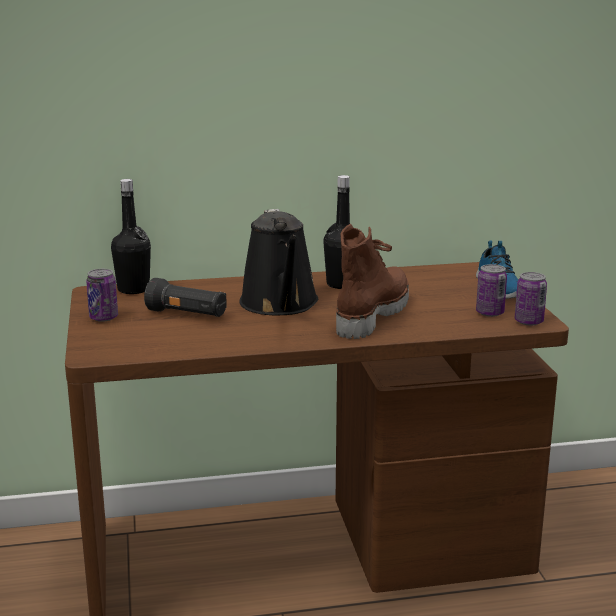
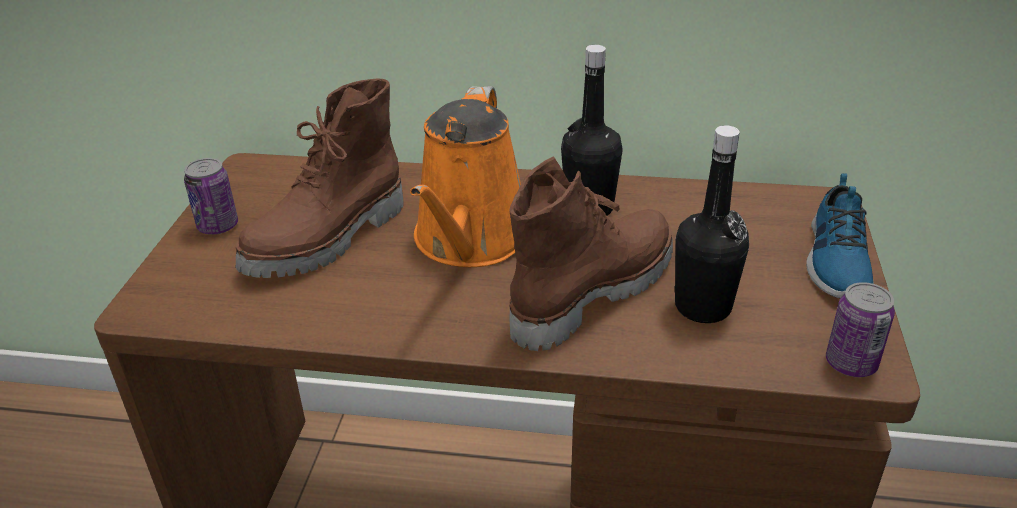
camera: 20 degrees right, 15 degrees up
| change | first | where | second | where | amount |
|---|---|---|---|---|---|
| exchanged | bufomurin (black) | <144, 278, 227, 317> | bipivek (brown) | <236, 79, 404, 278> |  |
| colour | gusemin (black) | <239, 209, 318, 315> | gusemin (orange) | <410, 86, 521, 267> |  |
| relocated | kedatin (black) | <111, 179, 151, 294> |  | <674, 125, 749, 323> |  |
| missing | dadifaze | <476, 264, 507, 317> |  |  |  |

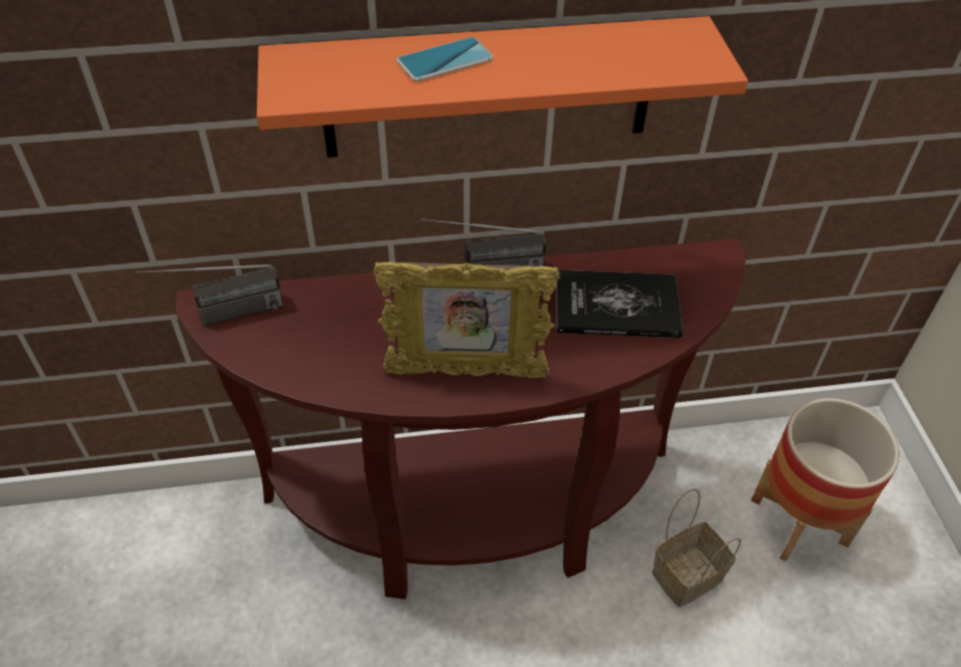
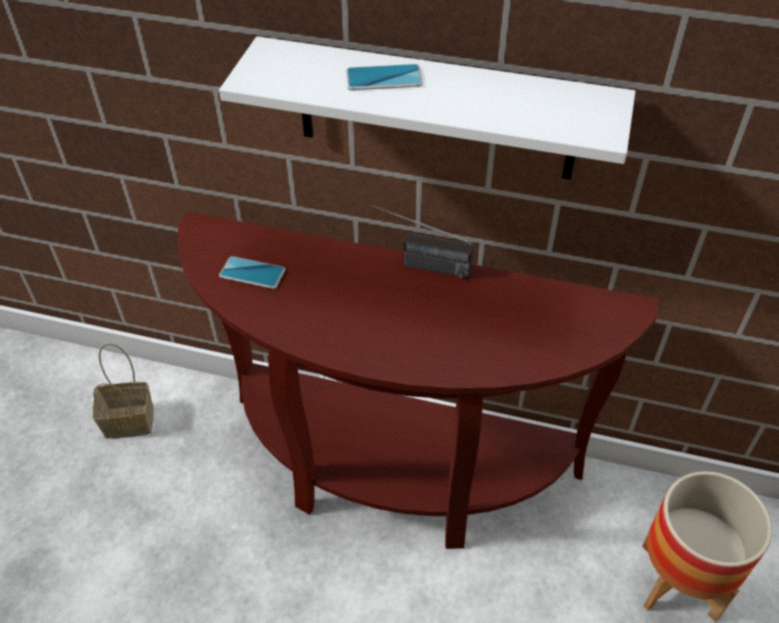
camera: 25 degrees right, 0 degrees up
| change | first | where | second | where | amount |
|---|---|---|---|---|---|
| relocated | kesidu | <652, 489, 741, 607> |  | <93, 343, 154, 438> |  |
| colour | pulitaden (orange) | <257, 16, 748, 158> | pulitaden (white) | <219, 36, 635, 180> |  |
| appeared |  |  | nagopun | <219, 256, 285, 289> |  |
| missing | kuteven | <136, 264, 284, 326> |  |  |  |
| missing | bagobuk | <373, 262, 560, 378> |  |  |  |
| missing | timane | <556, 270, 683, 338> |  |  |  |

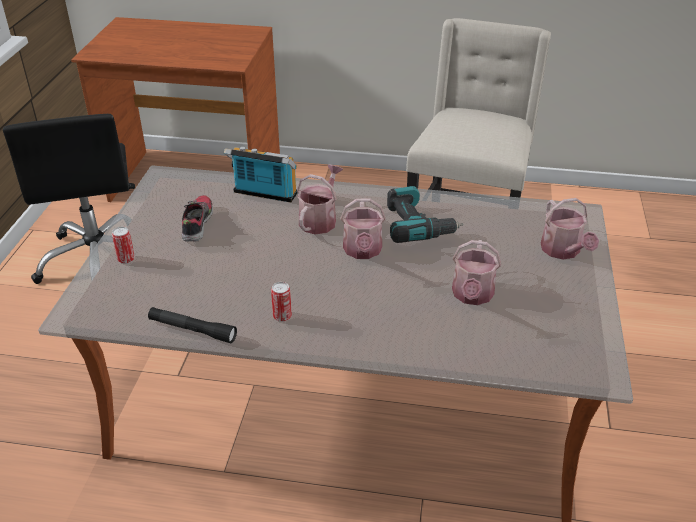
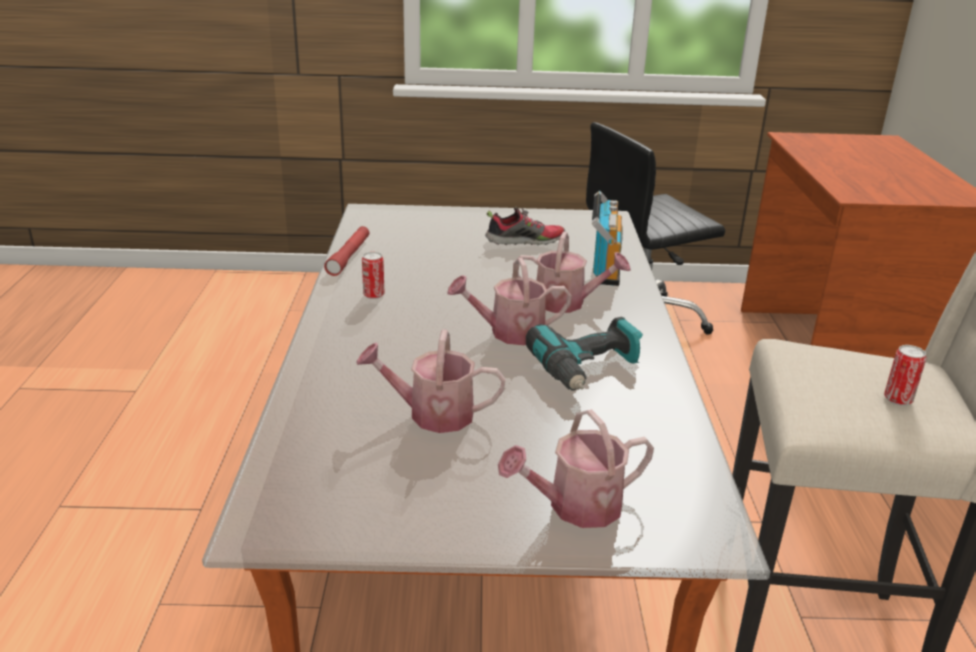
camera: 80 degrees right, 10 degrees down
| change | first | where | second | where | amount |
|---|---|---|---|---|---|
| colour | bufomurin (black) | <148, 307, 237, 343> | bufomurin (red) | <324, 226, 369, 276> |  |
| relocated | dadifaze | <112, 227, 135, 264> |  | <884, 345, 926, 406> |  |

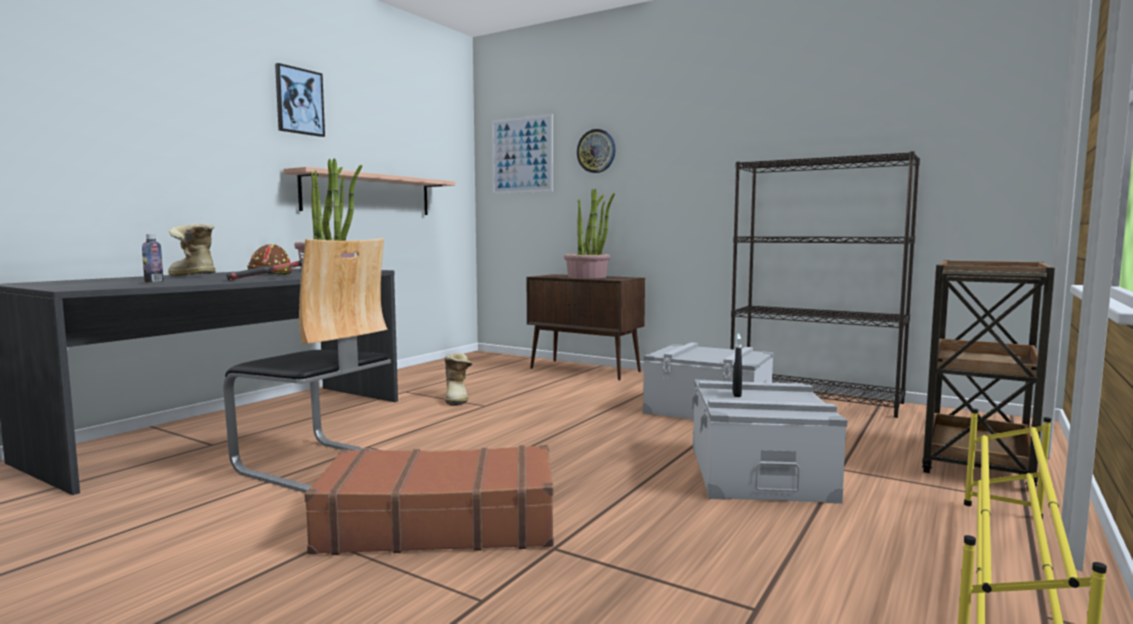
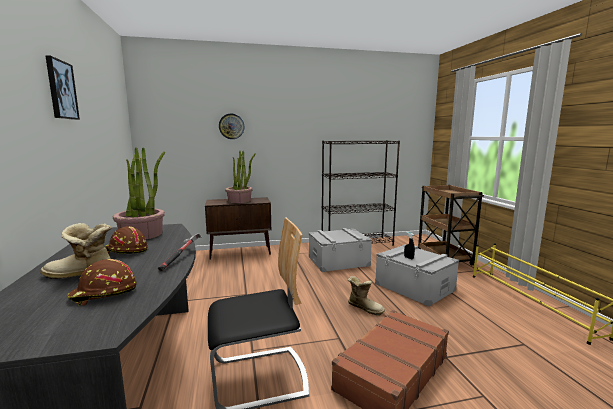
camera: 45 degrees left, 5 degrees up
| change | first | where | second | where | amount |
|---|---|---|---|---|---|
| exchanged | kedatin | <142, 234, 164, 283> | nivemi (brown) | <67, 259, 137, 306> |  |
| relocated | bipivek | <444, 353, 473, 406> |  | <348, 276, 385, 315> |  |
| missing | pulitaden | <284, 167, 455, 215> |  |  |  |
| missing | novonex | <492, 114, 553, 194> |  |  |  |

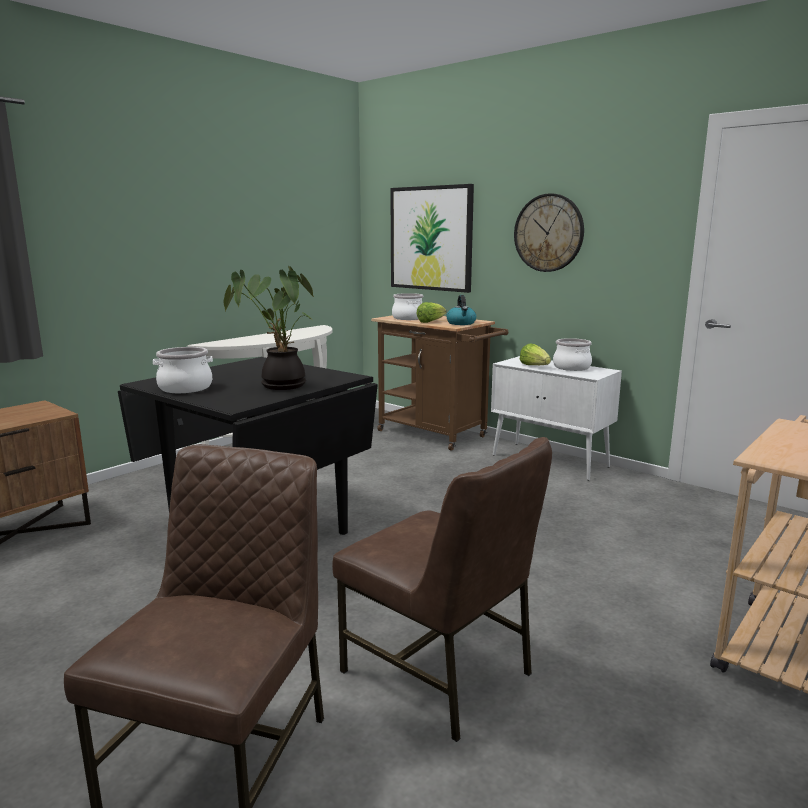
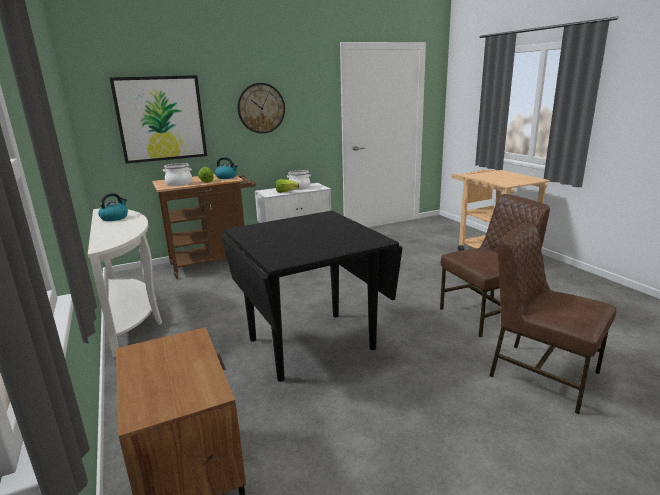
camera: 65 degrees left, 5 degrees up
| change | first | where | second | where | amount |
|---|---|---|---|---|---|
| appeared |  |  | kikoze | <98, 193, 128, 221> |  |
| missing | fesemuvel | <153, 347, 213, 393> |  |  |  |
| missing | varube | <224, 265, 314, 390> |  |  |  |

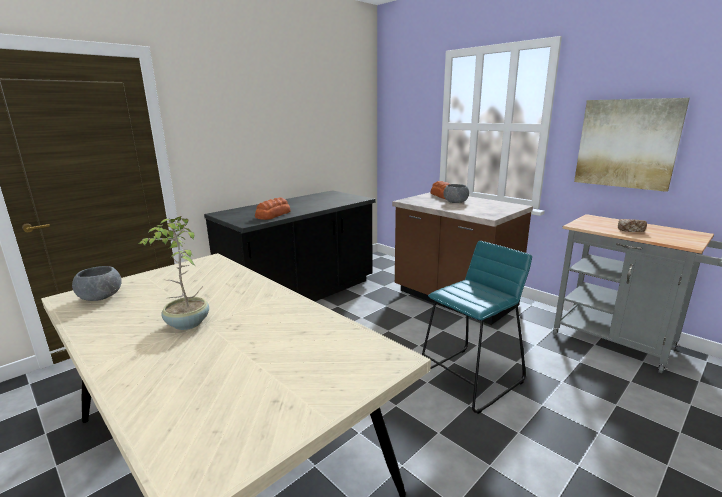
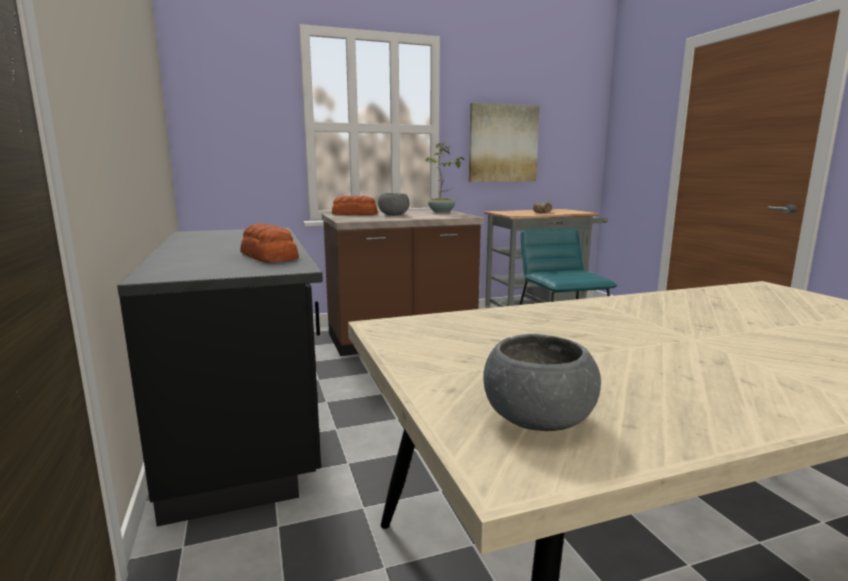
camera: 65 degrees left, 5 degrees down
| change | first | where | second | where | amount |
|---|---|---|---|---|---|
| relocated | varube | <139, 216, 209, 330> |  | <425, 142, 464, 213> |  |

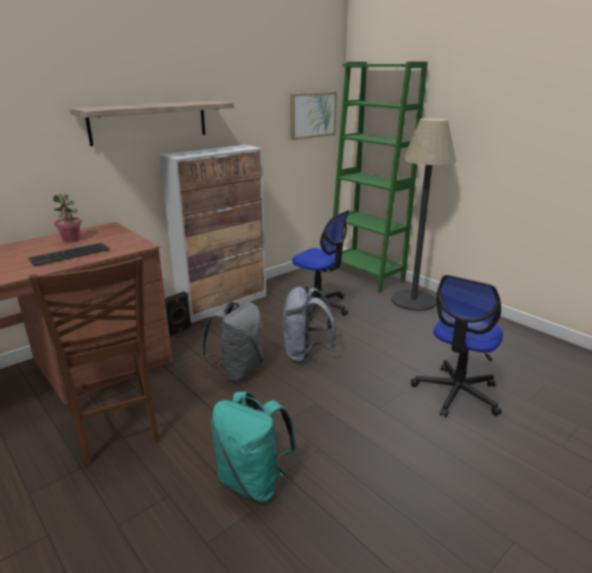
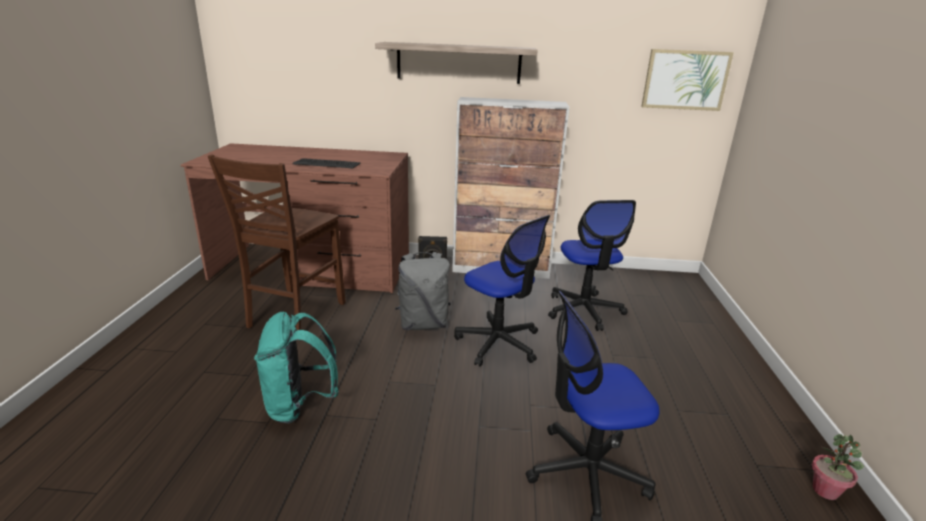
camera: 45 degrees right, 0 degrees up
| change | first | where | second | where | amount |
|---|---|---|---|---|---|
| exchanged | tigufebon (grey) | <283, 287, 336, 363> | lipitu | <454, 215, 550, 367> |  |
| relocated | varube | <53, 194, 82, 242> |  | <812, 434, 864, 500> |  |
| missing | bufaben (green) | <328, 62, 428, 293> |  |  |  |
| missing | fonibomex | <391, 118, 456, 311> |  |  |  |

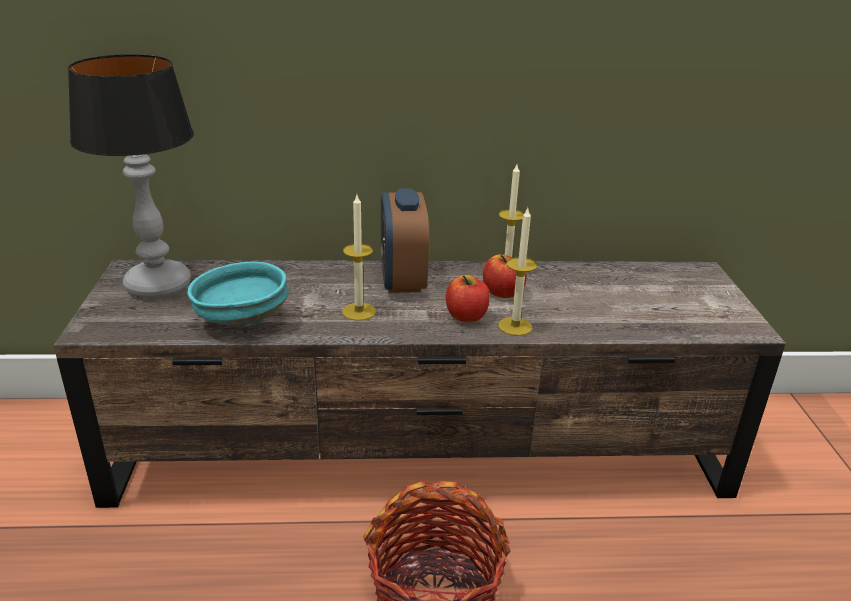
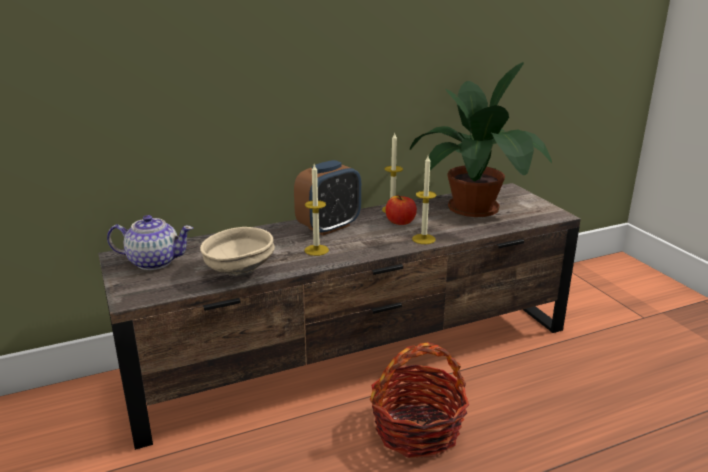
camera: 20 degrees left, 5 degrees down
| change | first | where | second | where | amount |
|---|---|---|---|---|---|
| exchanged | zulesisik | <67, 54, 194, 299> | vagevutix | <107, 215, 193, 270> |  |
| colour | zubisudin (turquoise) | <187, 262, 289, 329> | zubisudin (beige) | <200, 227, 275, 276> |  |
| spun | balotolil | <381, 188, 429, 293> |  | <294, 160, 361, 235> | 105 degrees counterclockwise |
| appeared |  |  | varube | <409, 62, 552, 217> |  |
| missing | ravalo | <446, 275, 490, 322> |  |  |  |

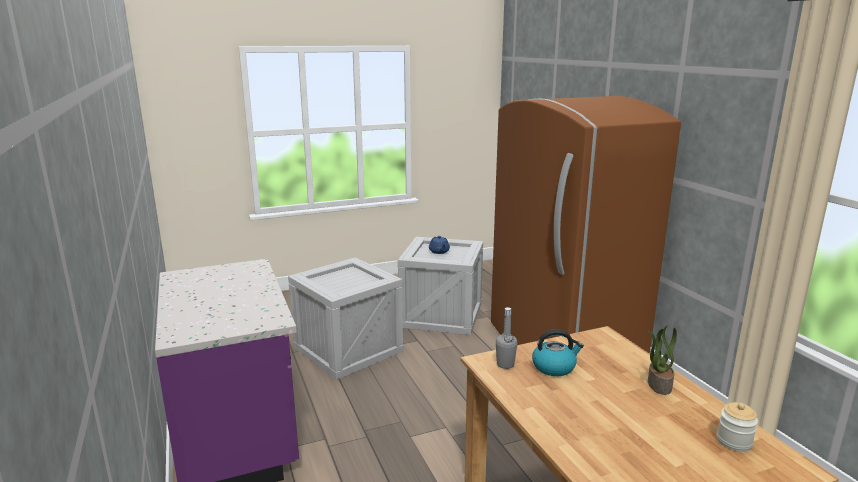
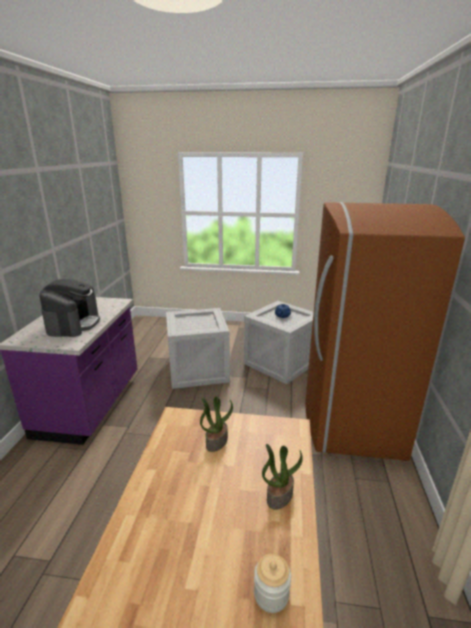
camera: 30 degrees right, 5 degrees up
| change | first | where | second | where | amount |
|---|---|---|---|---|---|
| appeared |  |  | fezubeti | <40, 279, 100, 337> |  |
| exchanged | kikoze | <532, 329, 584, 376> | varube | <200, 396, 233, 452> |  |
| missing | kedatin (grey) | <496, 307, 517, 369> |  |  |  |

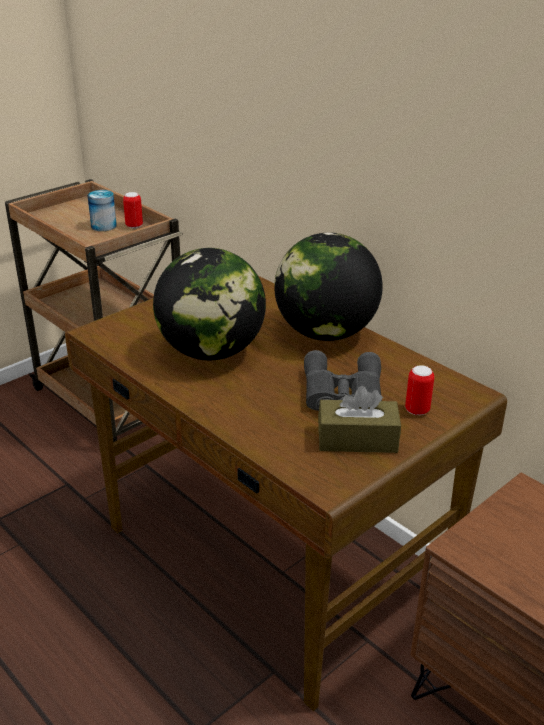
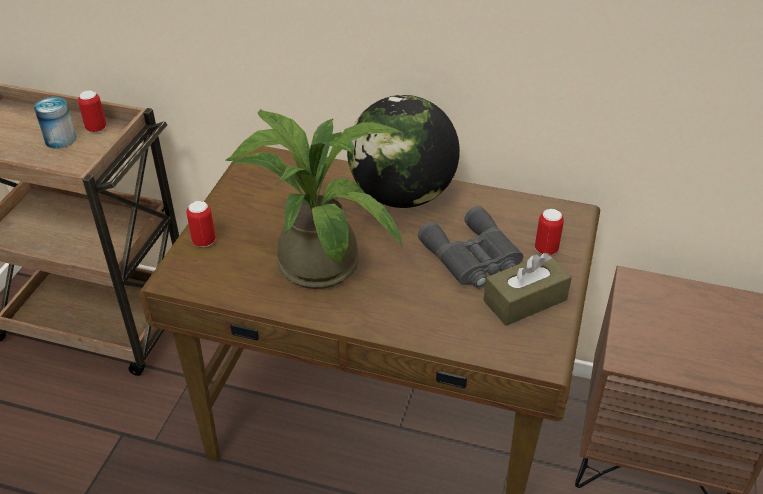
camera: 30 degrees left, 10 degrees up
| change | first | where | second | where | amount |
|---|---|---|---|---|---|
| appeared |  |  | dadifaze | <186, 201, 216, 247> |  |
| exchanged | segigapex | <153, 248, 266, 360> | varube | <226, 109, 403, 289> |  |

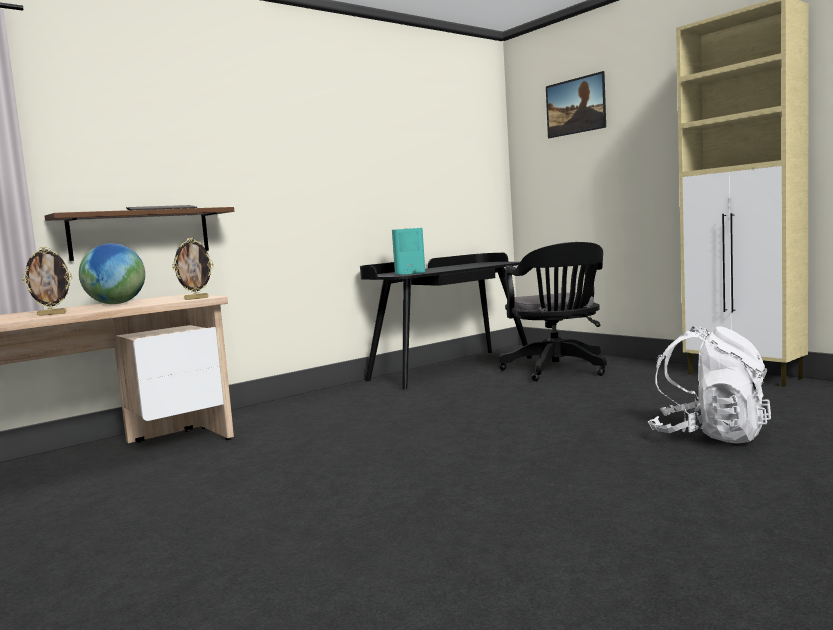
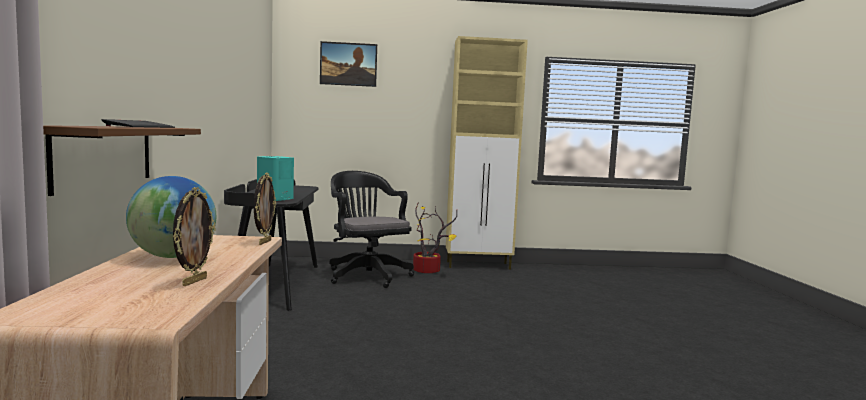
camera: 55 degrees left, 0 degrees up
| change | first | where | second | where | amount |
|---|---|---|---|---|---|
| spun | lipitu (black) | <499, 242, 607, 381> |  | <329, 171, 414, 288> | 150 degrees counterclockwise |
| appeared |  |  | varube | <413, 204, 457, 273> |  |
| missing | tigufebon (white) | <648, 326, 771, 444> |  |  |  |

